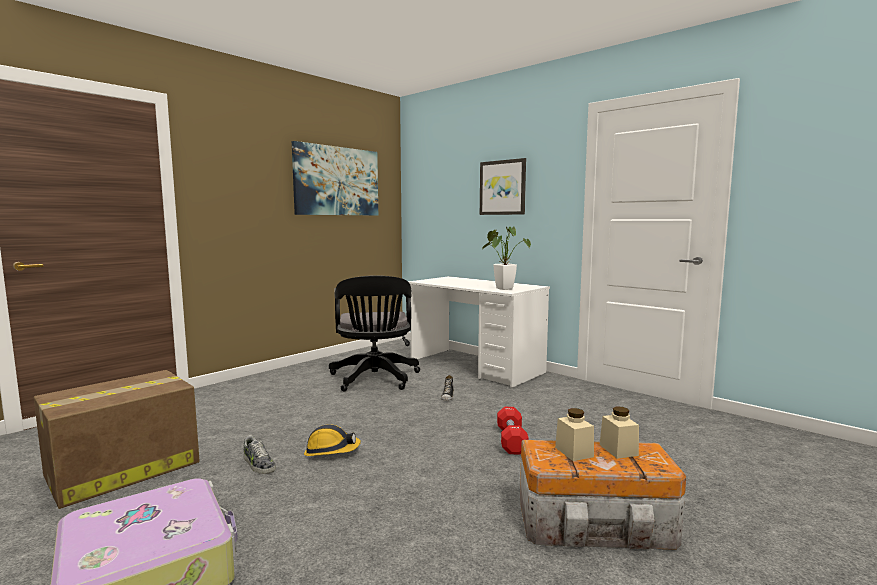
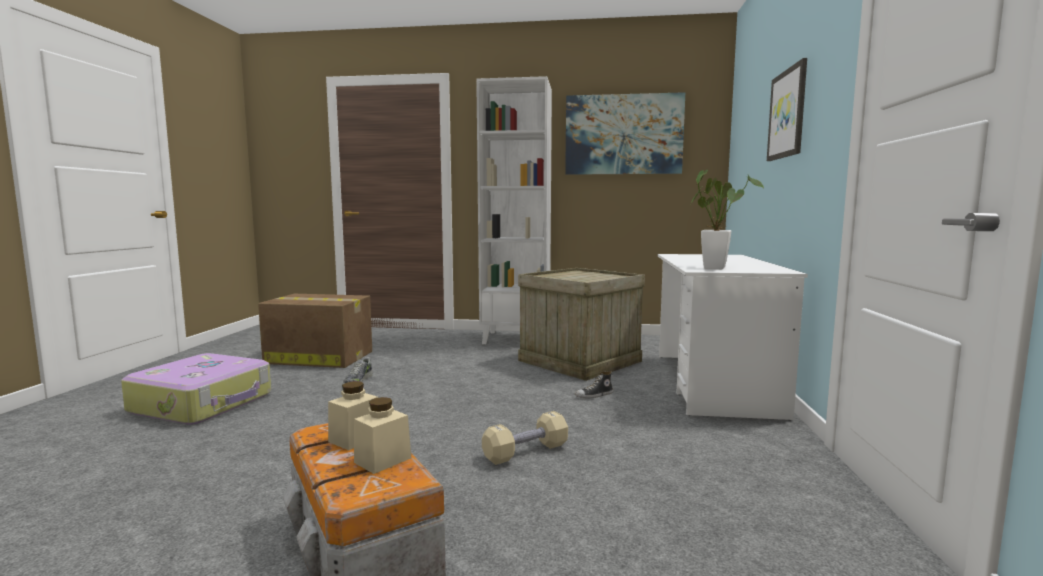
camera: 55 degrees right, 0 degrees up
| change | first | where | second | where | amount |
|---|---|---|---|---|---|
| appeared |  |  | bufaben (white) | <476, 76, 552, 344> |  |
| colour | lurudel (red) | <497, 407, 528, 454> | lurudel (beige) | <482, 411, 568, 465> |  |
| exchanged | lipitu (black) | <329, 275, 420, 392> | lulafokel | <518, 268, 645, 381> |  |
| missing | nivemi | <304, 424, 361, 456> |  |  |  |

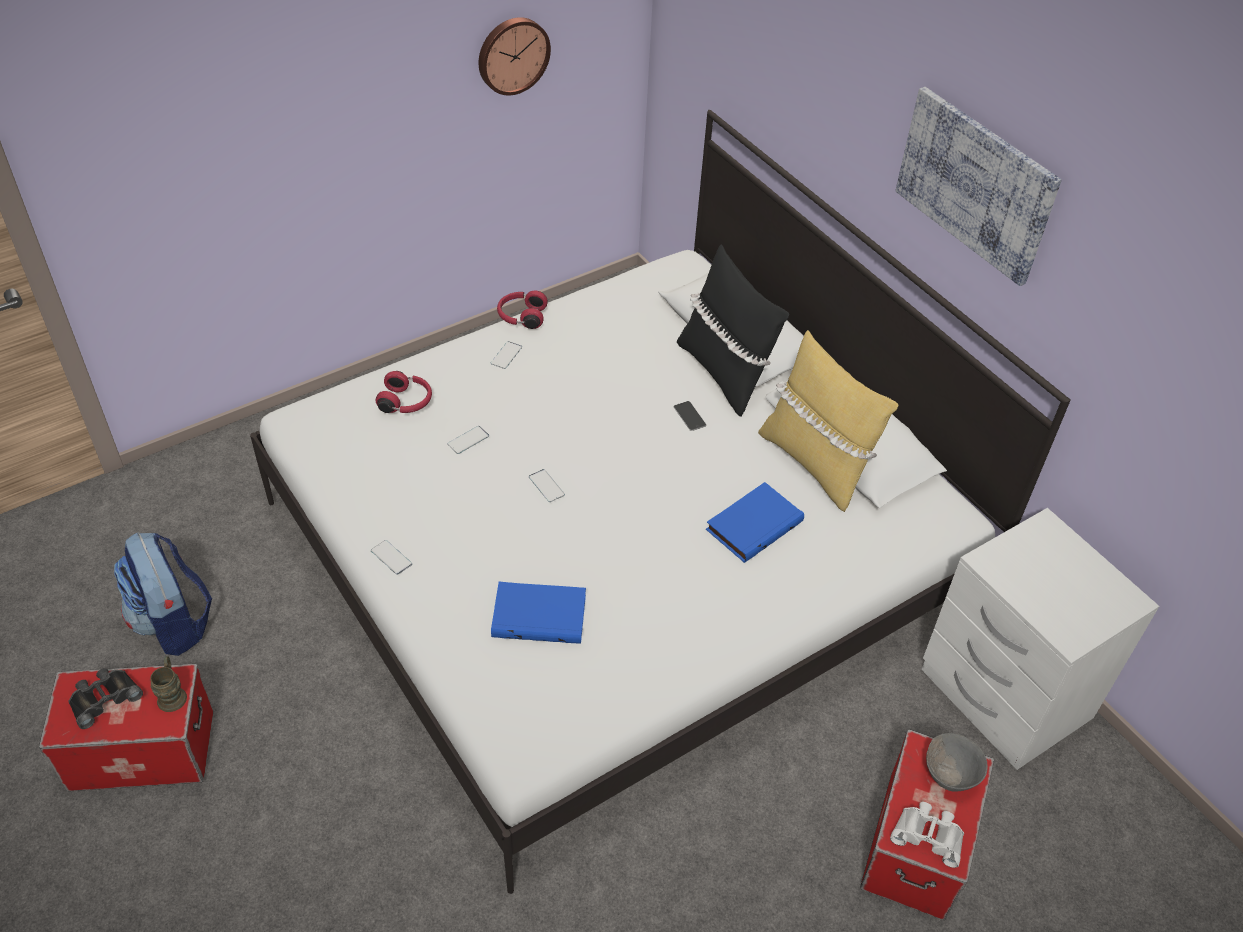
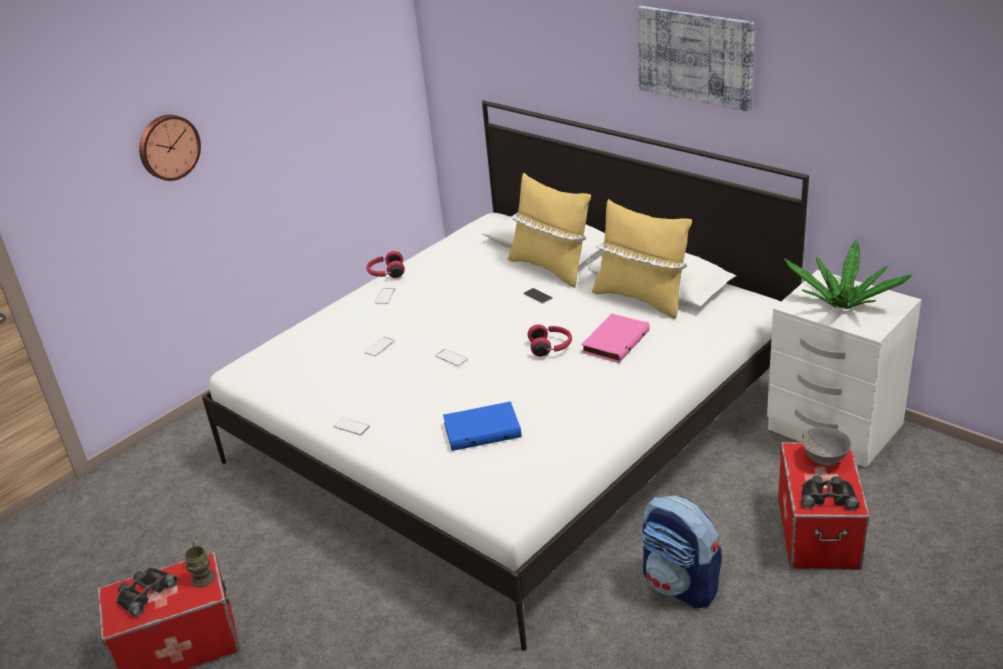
camera: 10 degrees left, 15 degrees down
| change | first | where | second | where | amount |
|---|---|---|---|---|---|
| relocated | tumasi | <479, 17, 551, 95> |  | <139, 115, 201, 181> |  |
| colour | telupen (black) | <677, 244, 789, 417> | telupen (yellow) | <508, 173, 591, 288> |  |
| relocated | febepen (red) | <376, 371, 432, 413> |  | <528, 324, 572, 357> |  |
| colour | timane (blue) | <706, 482, 804, 563> | timane (pink) | <581, 314, 650, 363> |  |
| relocated | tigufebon | <114, 532, 212, 656> |  | <643, 495, 722, 609> |  |
| appeared |  |  | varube | <784, 239, 912, 309> |  |
| colour | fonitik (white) | <890, 802, 964, 868> | fonitik (black) | <801, 475, 859, 511> |  |

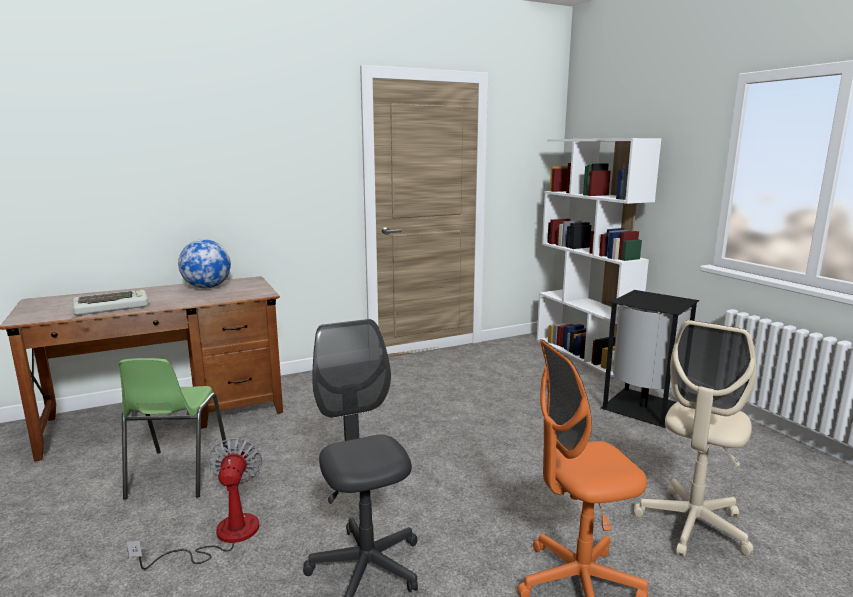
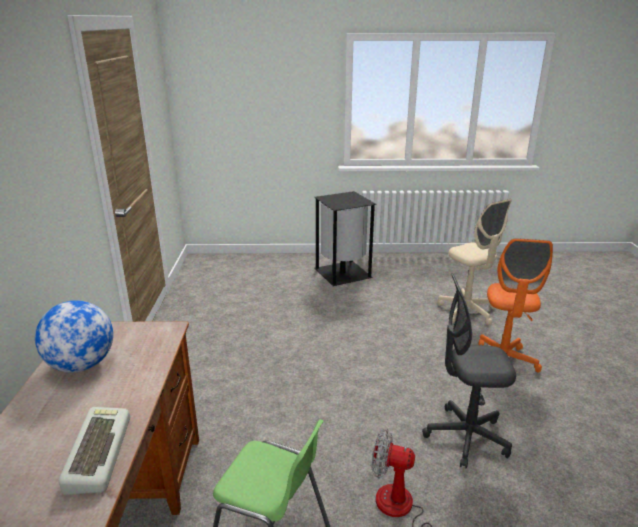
camera: 65 degrees left, 10 degrees up
| change | first | where | second | where | amount |
|---|---|---|---|---|---|
| missing | bufaben (white) | <537, 138, 662, 378> |  |  |  |

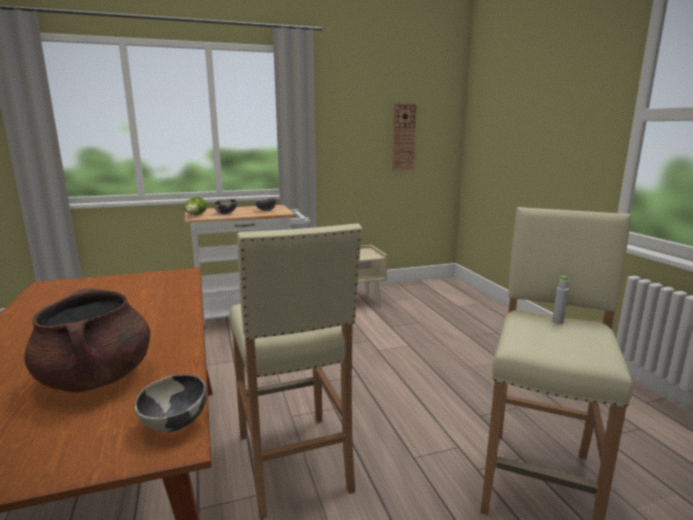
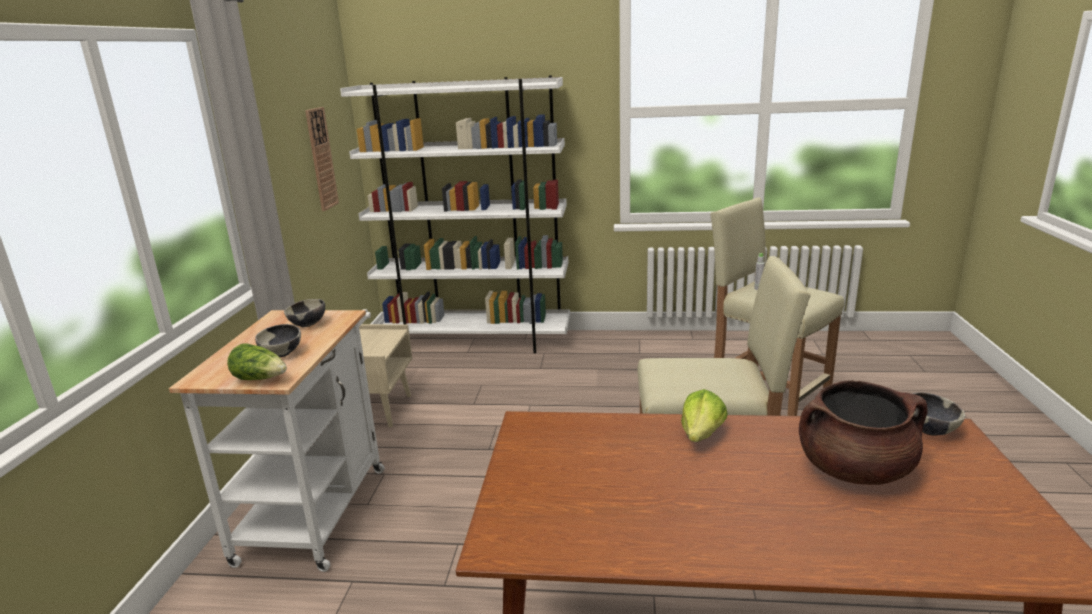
camera: 65 degrees left, 5 degrees up
| change | first | where | second | where | amount |
|---|---|---|---|---|---|
| appeared |  |  | bufaben (white) | <340, 75, 570, 354> |  |
| appeared |  |  | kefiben | <681, 389, 728, 442> |  |

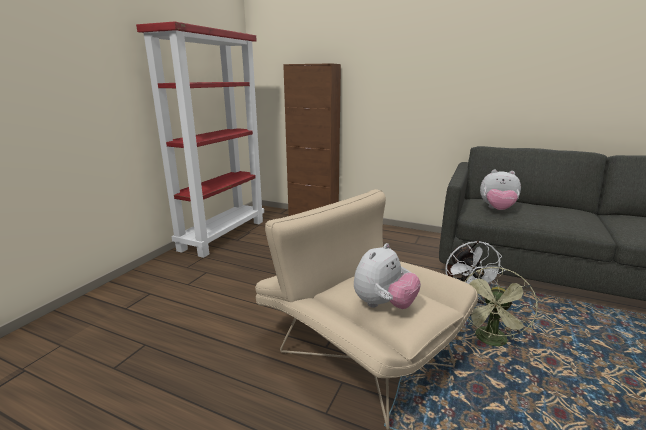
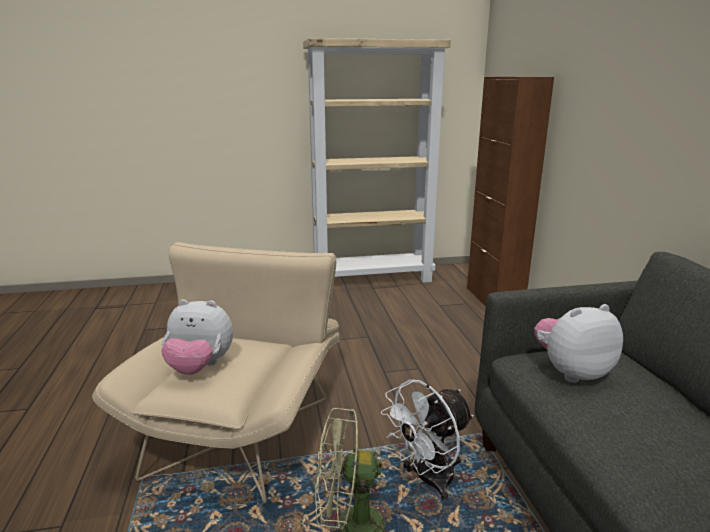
camera: 55 degrees right, 0 degrees up
| change | first | where | second | where | amount |
|---|---|---|---|---|---|
| colour | bufaben (red) | <136, 21, 264, 258> | bufaben (beige) | <303, 38, 451, 283> |  |
| spun | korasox | <480, 170, 521, 210> |  | <534, 304, 623, 383> | 90 degrees clockwise |

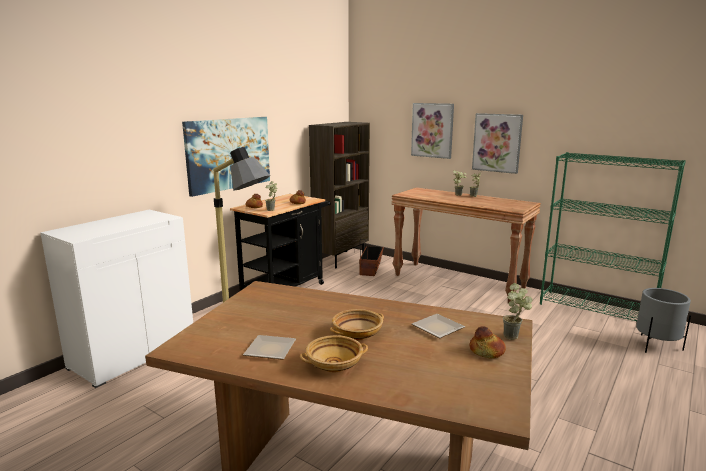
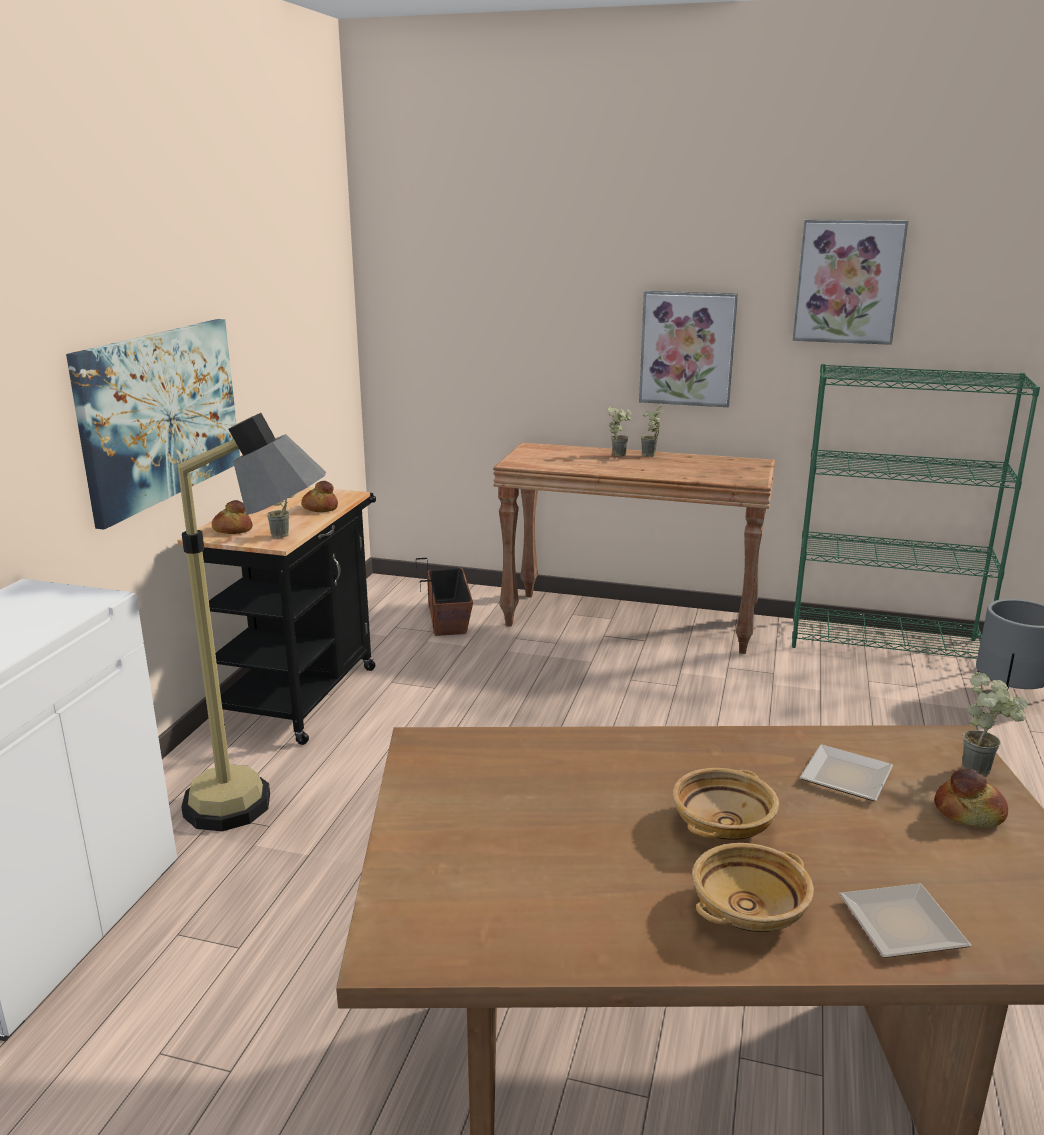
camera: 20 degrees left, 5 degrees up
| change | first | where | second | where | amount |
|---|---|---|---|---|---|
| relocated | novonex | <411, 103, 454, 159> |  | <793, 220, 908, 345> |  |
| relocated | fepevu | <243, 335, 296, 360> |  | <839, 883, 971, 958> |  |
| missing | bufaben (brown) | <309, 122, 370, 268> |  |  |  |

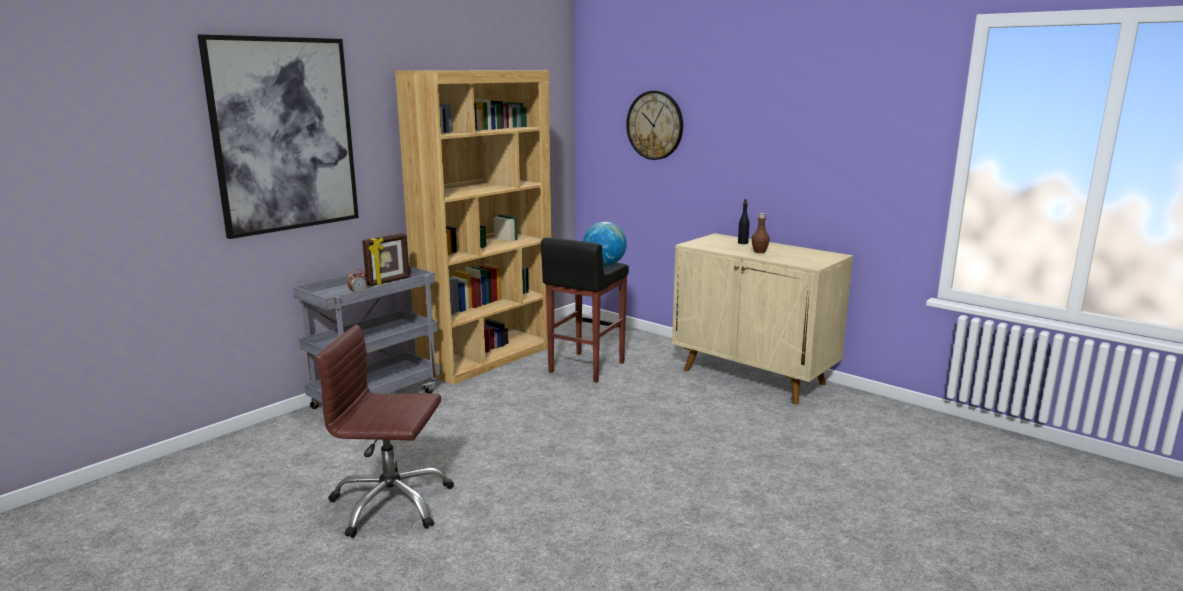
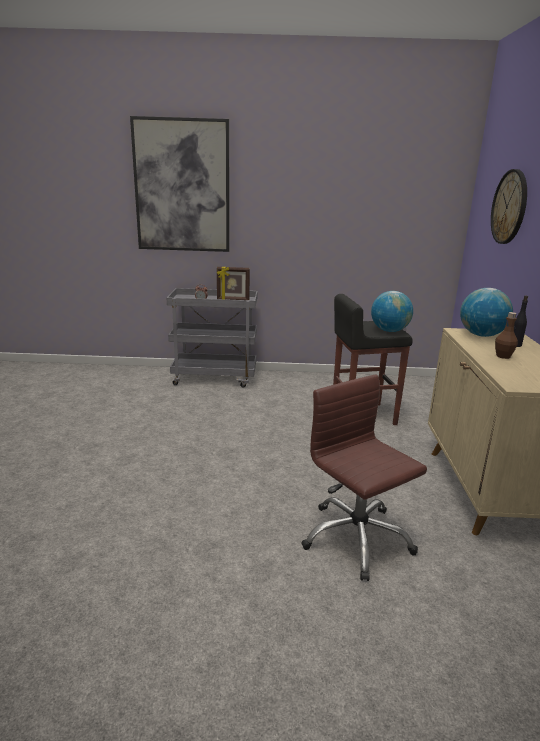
camera: 50 degrees right, 5 degrees up
| change | first | where | second | where | amount |
|---|---|---|---|---|---|
| relocated | lipitu (brown) | <316, 325, 454, 538> |  | <301, 374, 427, 581> |  |
| appeared |  |  | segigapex | <460, 288, 513, 337> |  |
| missing | bufaben (brown) | <395, 70, 551, 385> |  |  |  |

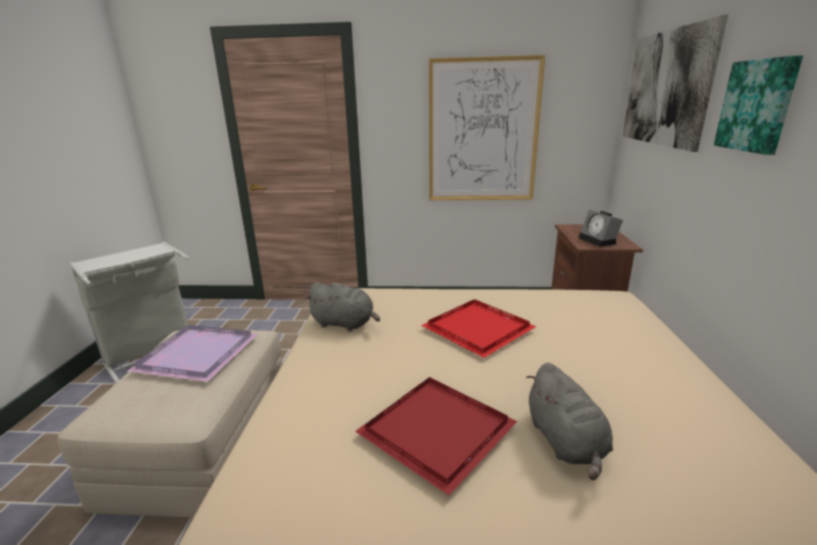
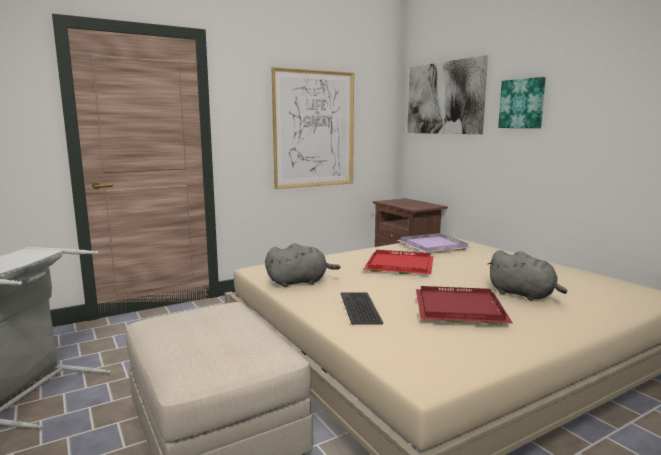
camera: 35 degrees left, 10 degrees down
| change | first | where | second | where | amount |
|---|---|---|---|---|---|
| appeared |  |  | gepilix | <341, 292, 383, 325> |  |
| relocated | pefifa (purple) | <126, 325, 258, 382> |  | <397, 233, 472, 253> |  |
| missing | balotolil | <579, 210, 623, 247> |  |  |  |

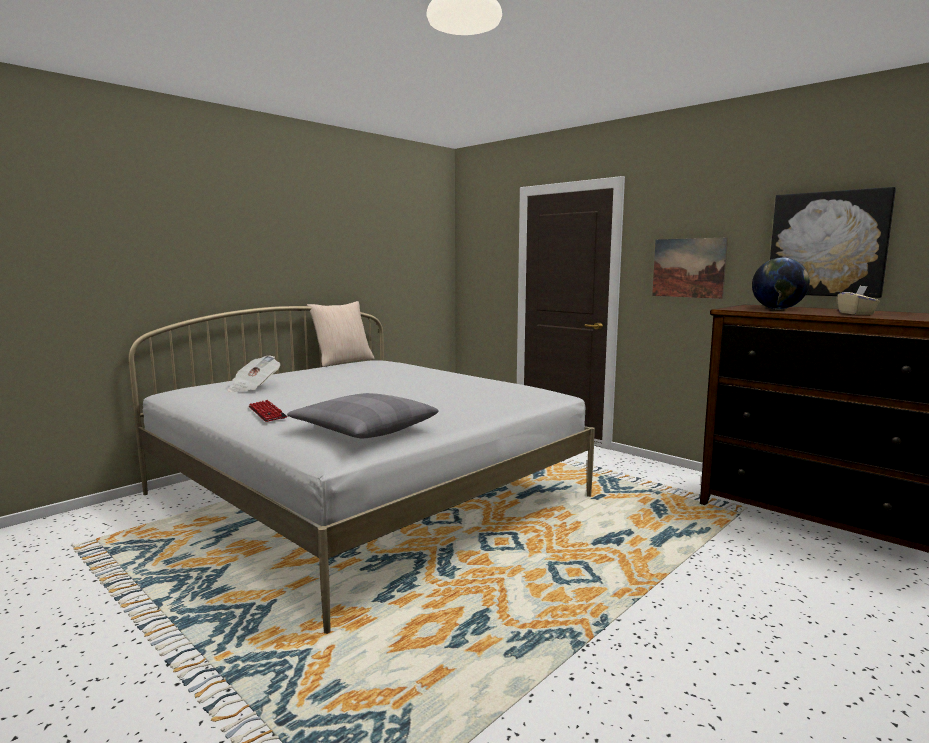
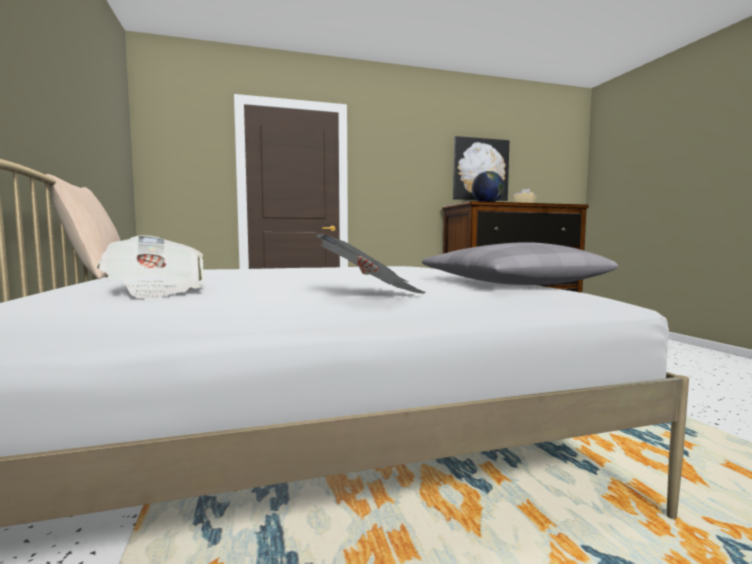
camera: 60 degrees left, 5 degrees down
| change | first | where | second | where | amount |
|---|---|---|---|---|---|
| exchanged | gepilix | <249, 400, 287, 422> | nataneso | <316, 234, 426, 293> |  |
| missing | novonex | <652, 238, 728, 299> |  |  |  |

